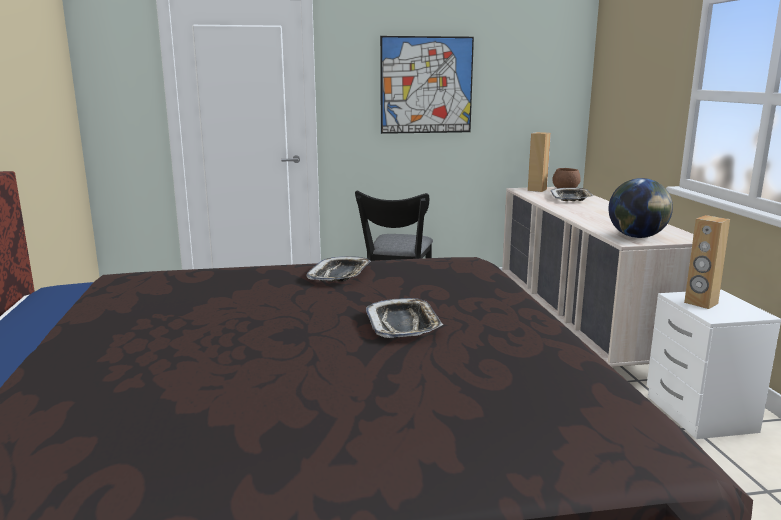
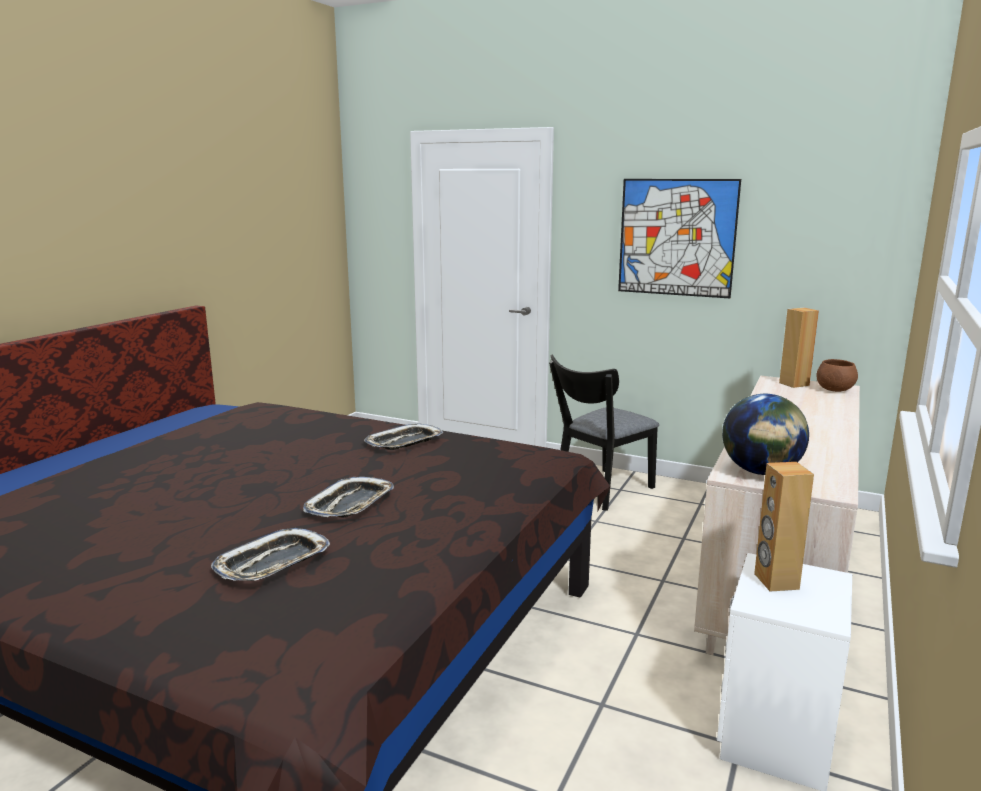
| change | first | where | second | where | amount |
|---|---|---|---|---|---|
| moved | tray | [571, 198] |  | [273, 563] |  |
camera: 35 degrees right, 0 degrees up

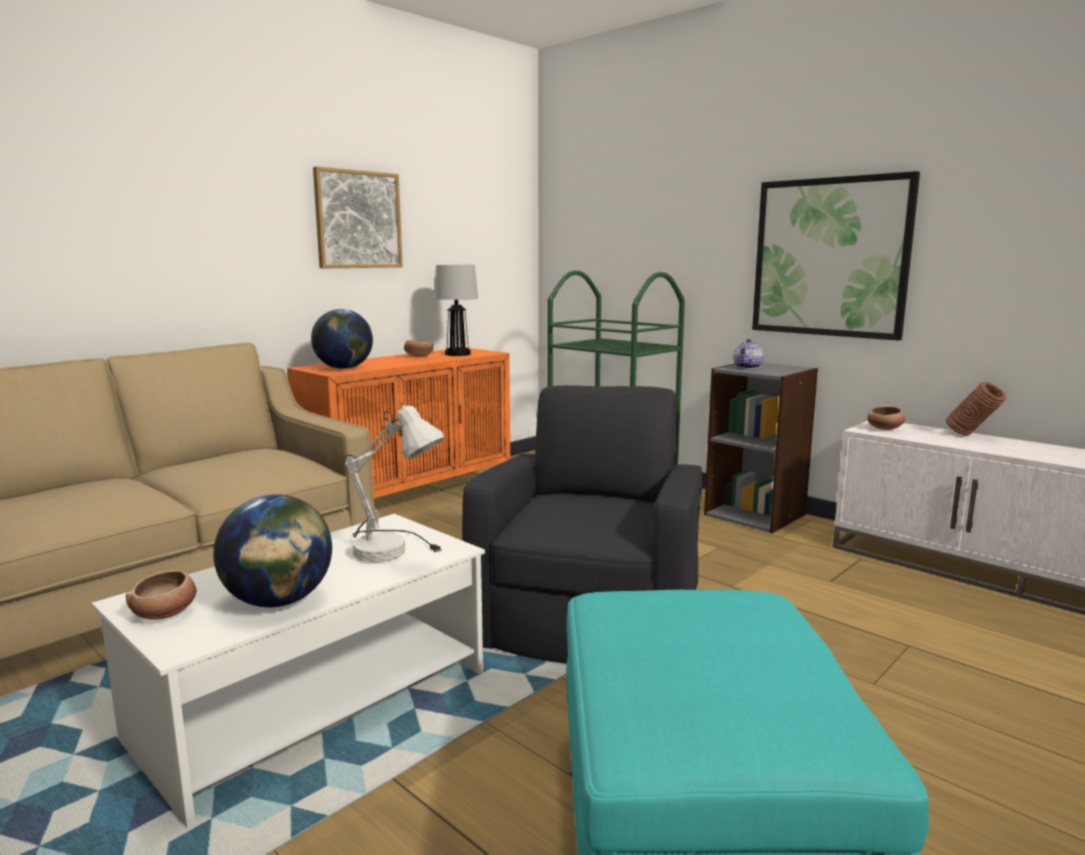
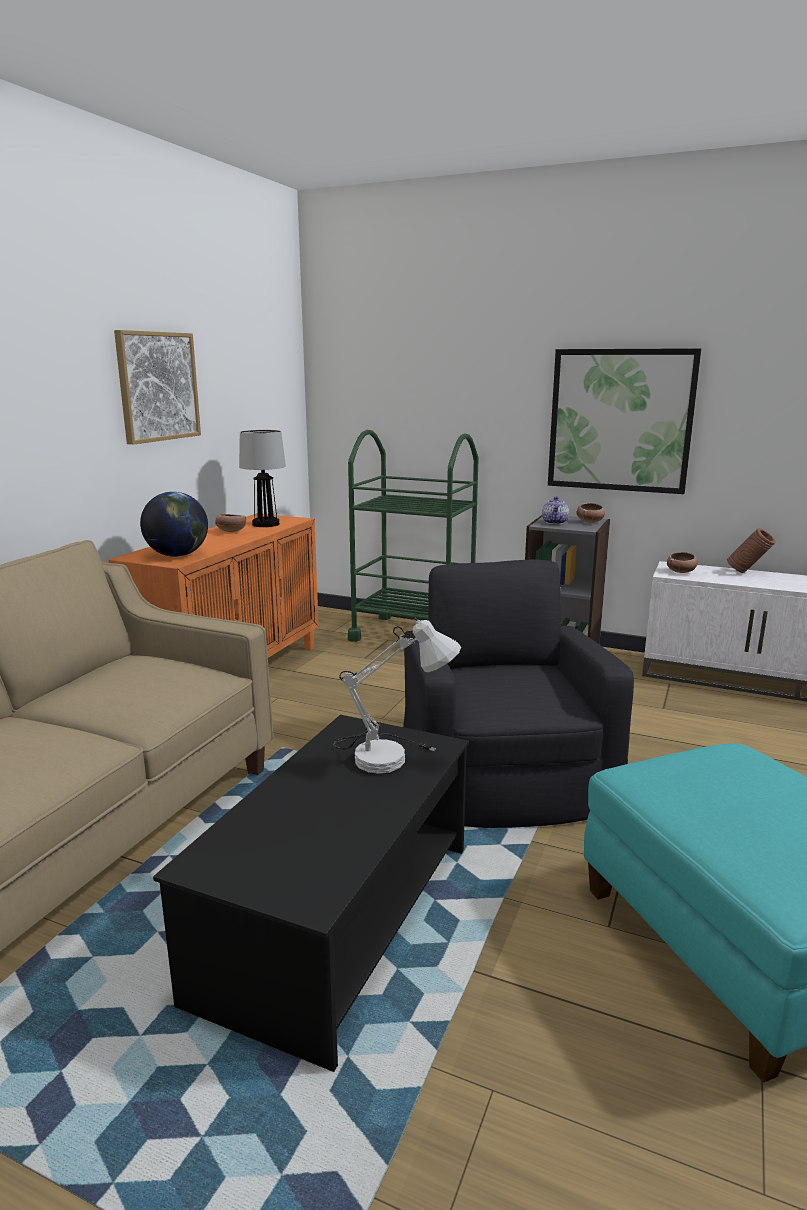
| change | first | where | second | where | amount |
|---|---|---|---|---|---|
| removed | globe | [279, 601] |  |  |  |
| recoloured | coffee table in white | [316, 704] | coffee table in black | [339, 918] |  |
| moved | bowl | [166, 613] |  | [590, 521] |  |
camera: 20 degrees left, 5 degrees up

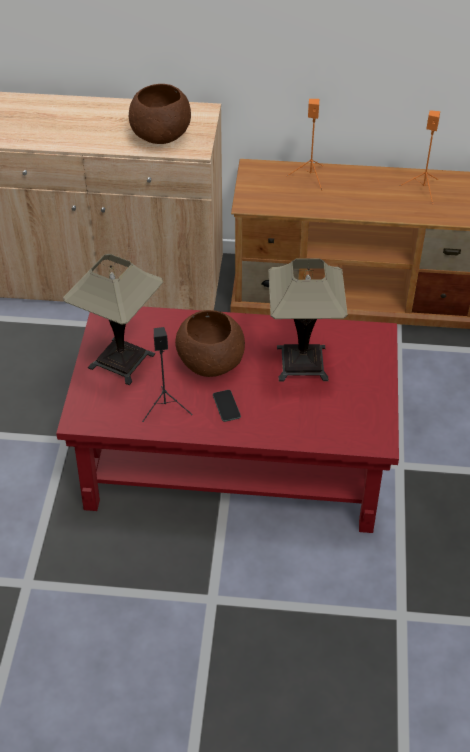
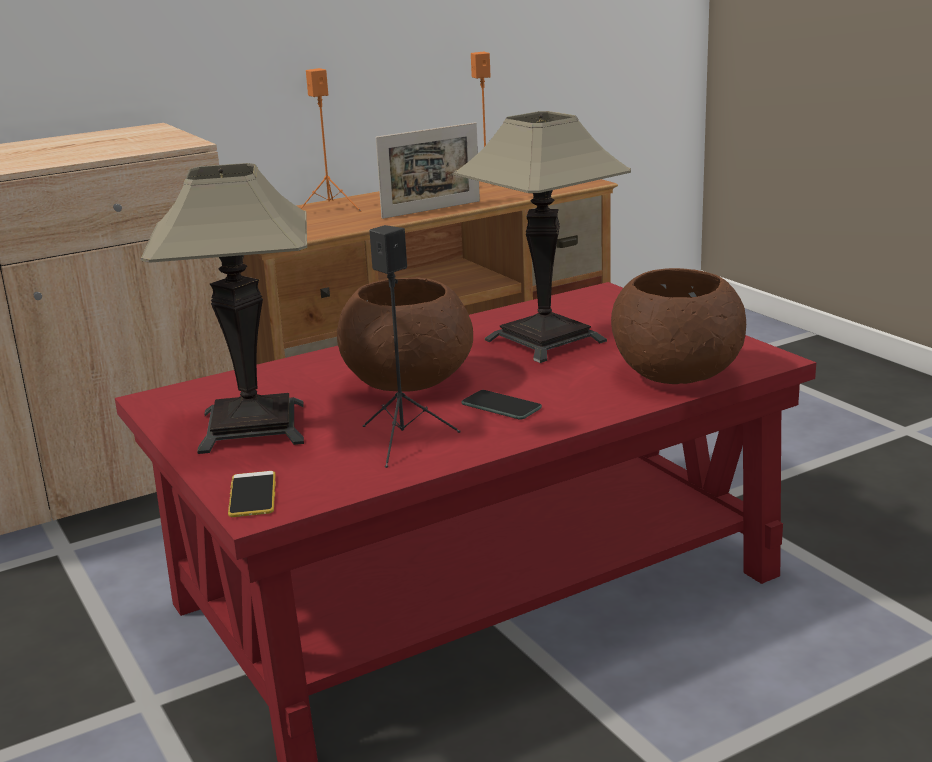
| change | first | where | second | where | amount |
|---|---|---|---|---|---|
| moved | bowl in brown | [161, 136] |  | [676, 375] |  |
| added |  |  | picture frame | [431, 209] |  |
| added |  |  | phone | [252, 495] |  |
camera: 35 degrees left, 25 degrees down

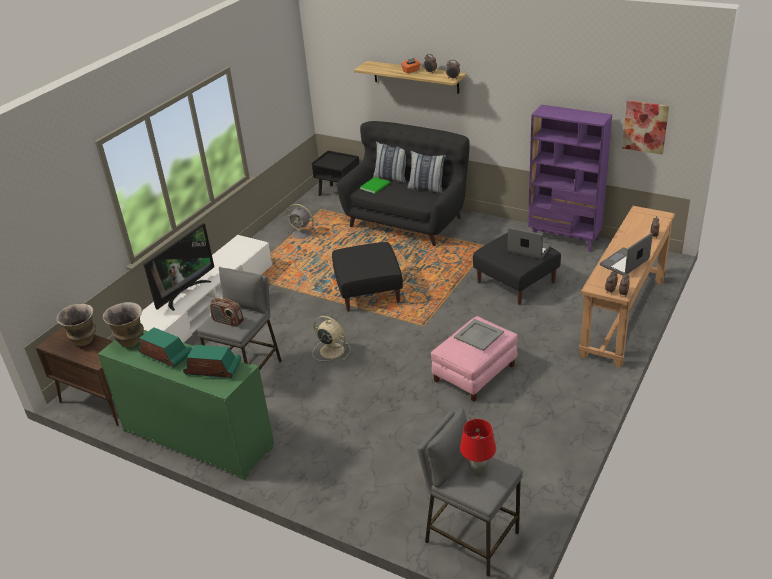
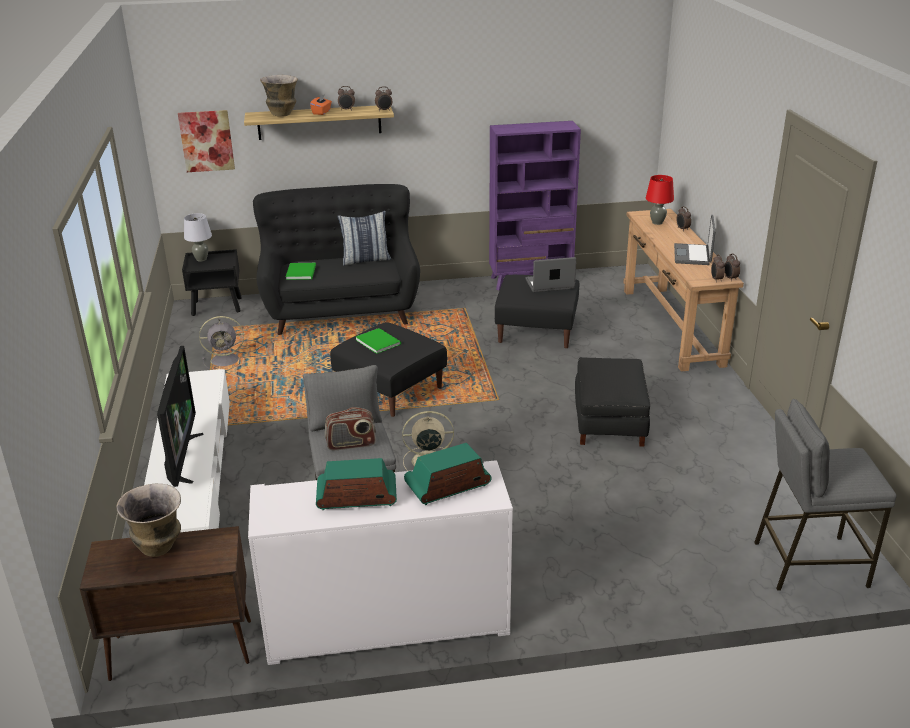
| change | first | where | second | where | amount |
|---|---|---|---|---|---|
| moved | picture | [645, 127] |  | [206, 141] |  |
| removed | pillow | [391, 178] |  |  |  |
| moved | vase | [131, 341] |  | [282, 114] |  |
| recoloured | ottoman in pink | [475, 374] | ottoman in black | [610, 422] |  |
| removed | tray in grey | [478, 335] |  |  |  |
| recoloured | cabinet in green | [197, 438] | cabinet in white | [387, 621] |  |
| moved | table lamp in red | [478, 471] |  | [657, 223] |  |
| added |  |  | table lamp in grey | [201, 259] |  |
| added |  |  | book in green | [378, 341] |  |
camera: 40 degrees left, 5 degrees down

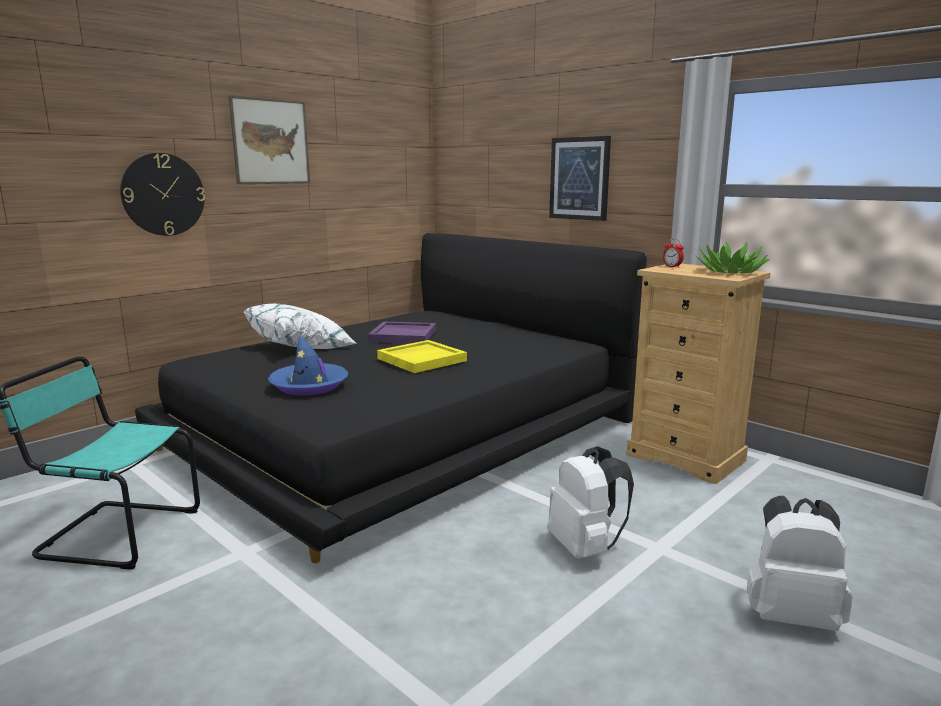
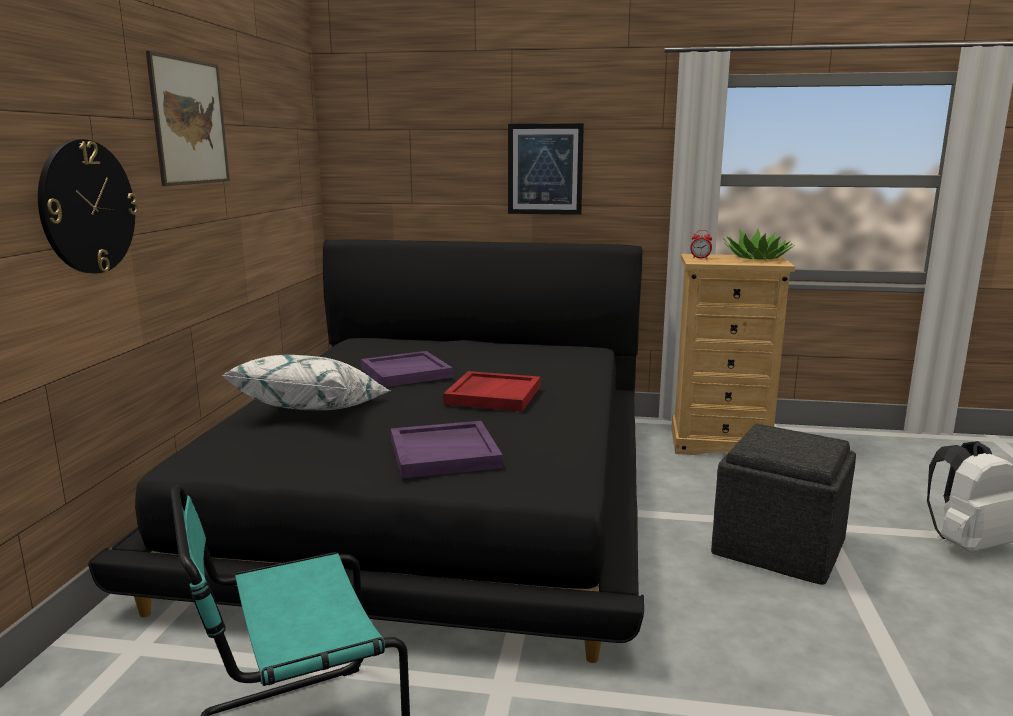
| change | first | where | second | where | amount |
|---|---|---|---|---|---|
| replaced | hat in blue | [309, 386] | tray in purple | [445, 453] |  |
| recoloured | tray in yellow | [422, 359] | tray in red | [493, 395] |  |
| replaced | backpack in white | [585, 548] | ottoman in grey | [780, 547] |  |
camera: 35 degrees left, 0 degrees up

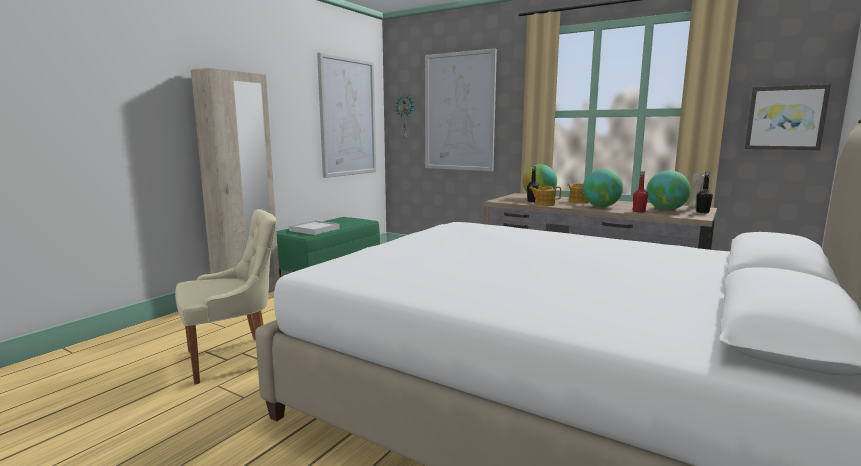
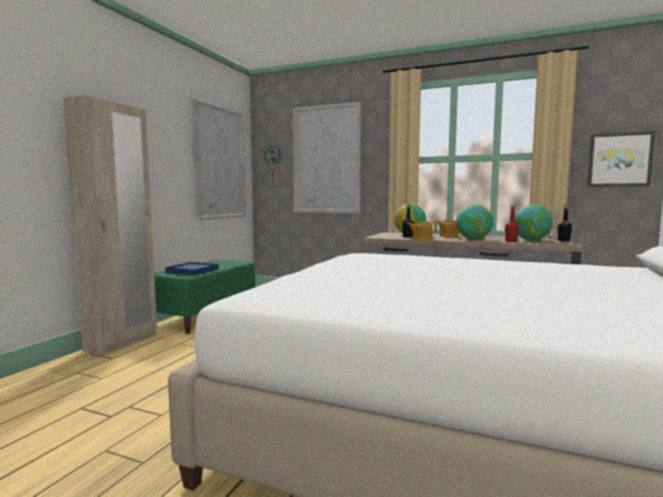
| change | first | where | second | where | amount |
|---|---|---|---|---|---|
| removed | chair in beige | [234, 357] |  |  |  |
| recoloured | tray in white | [314, 230] | tray in blue | [192, 271] |  |
camera: 10 degrees left, 5 degrees down

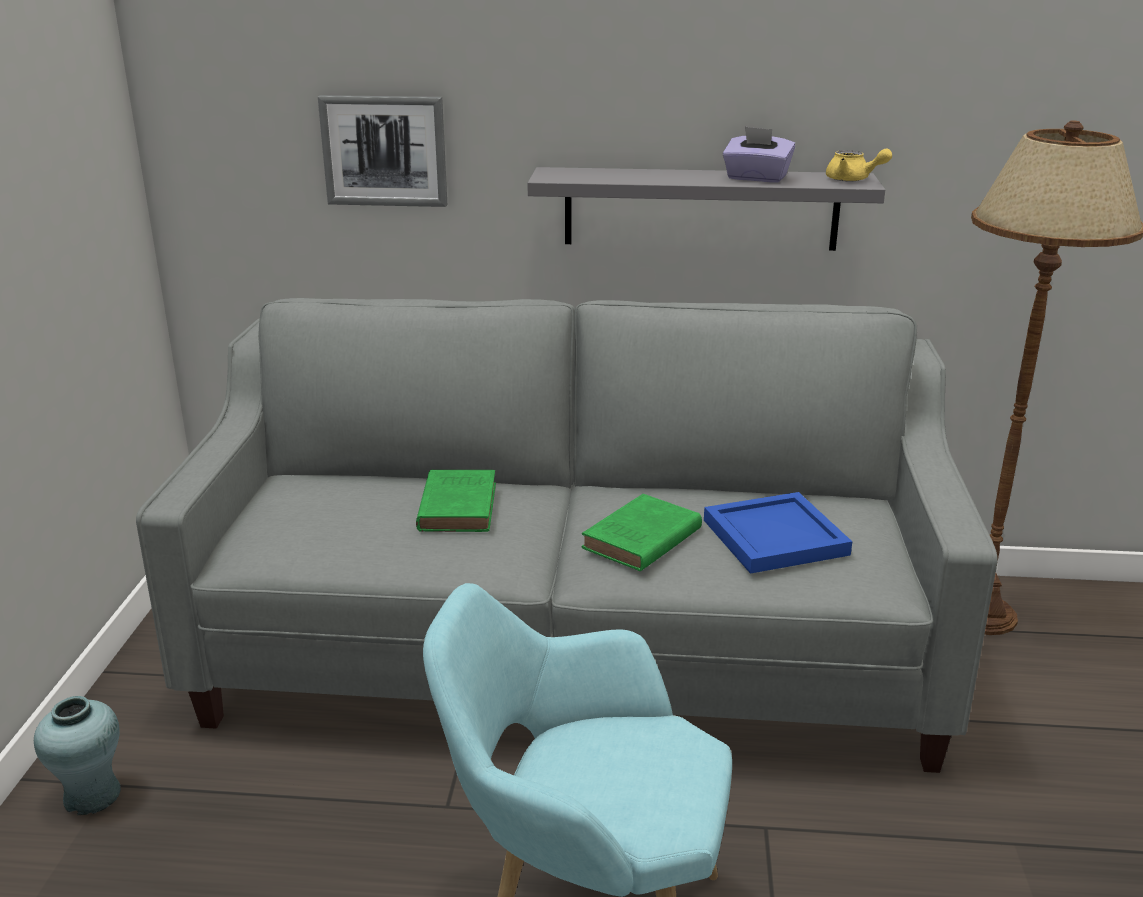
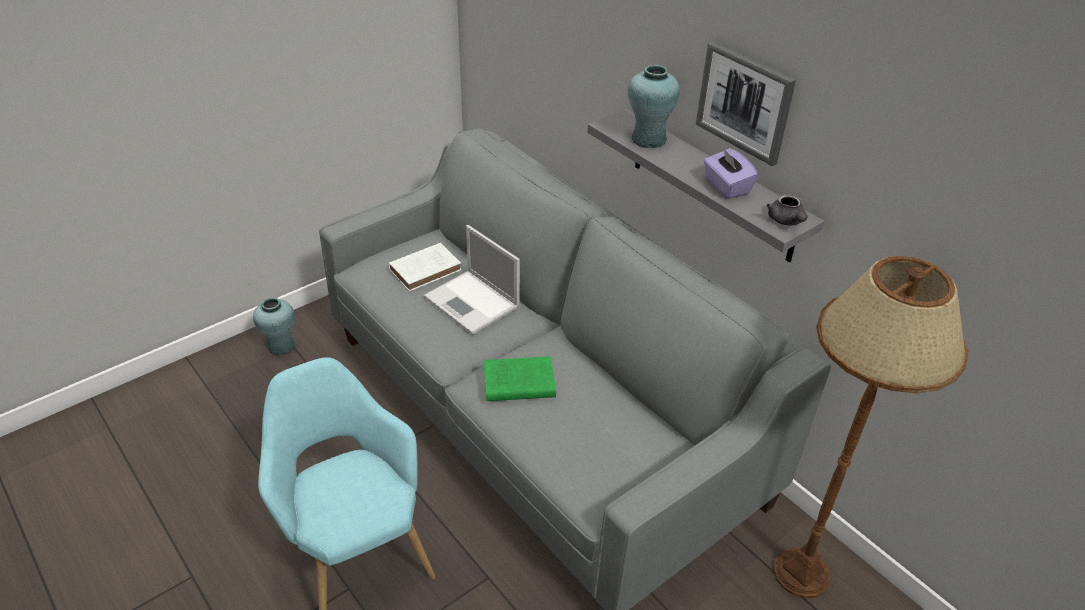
| change | first | where | second | where | amount |
|---|---|---|---|---|---|
| moved | picture | [384, 150] |  | [744, 102] |  |
| recoloured | teapot in yellow | [853, 180] | teapot in grey | [786, 221] |  |
| replaced | book in green | [458, 505] | laptop | [473, 303] |  |
| removed | tray in blue | [772, 536] |  |  |  |
| added |  |  | vase in turquoise | [648, 139] |  |
| added |  |  | book in white | [427, 269] |  |
camera: 45 degrees right, 15 degrees up

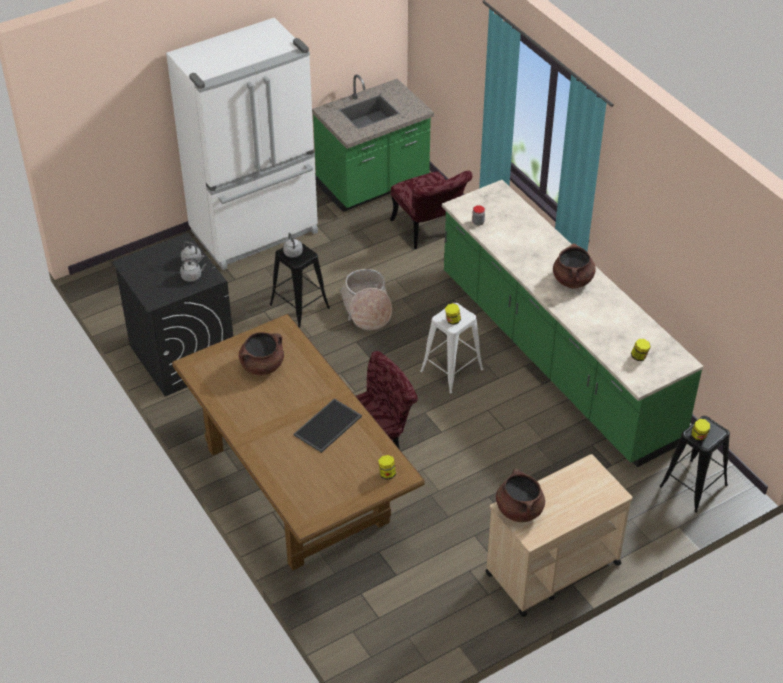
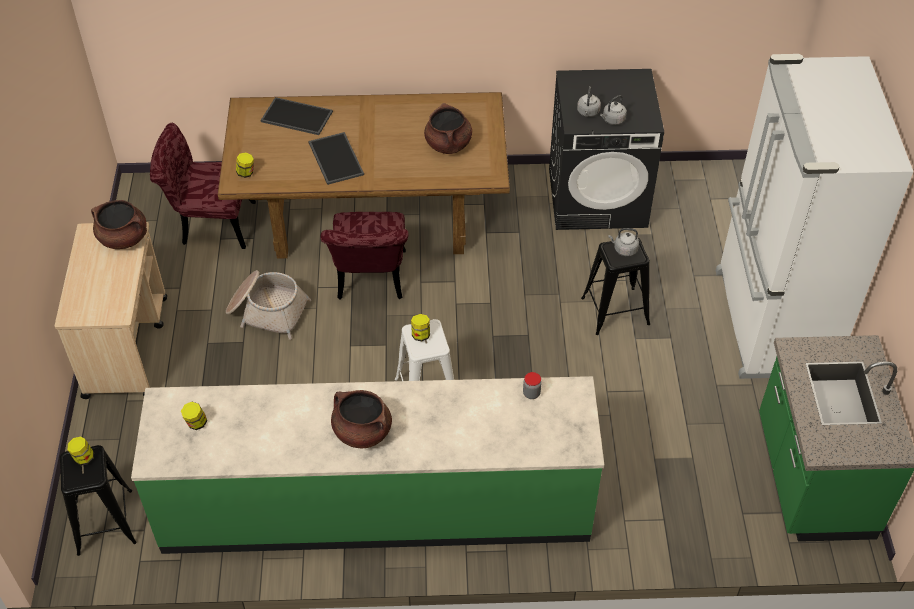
| change | first | where | second | where | amount |
|---|---|---|---|---|---|
| moved | chair in red | [428, 231] |  | [210, 223] |  |
| moved | basket | [366, 309] |  | [267, 311] |  |
| added |  |  | tray | [295, 117] |  |
camera: 120 degrees right, 5 degrees up

